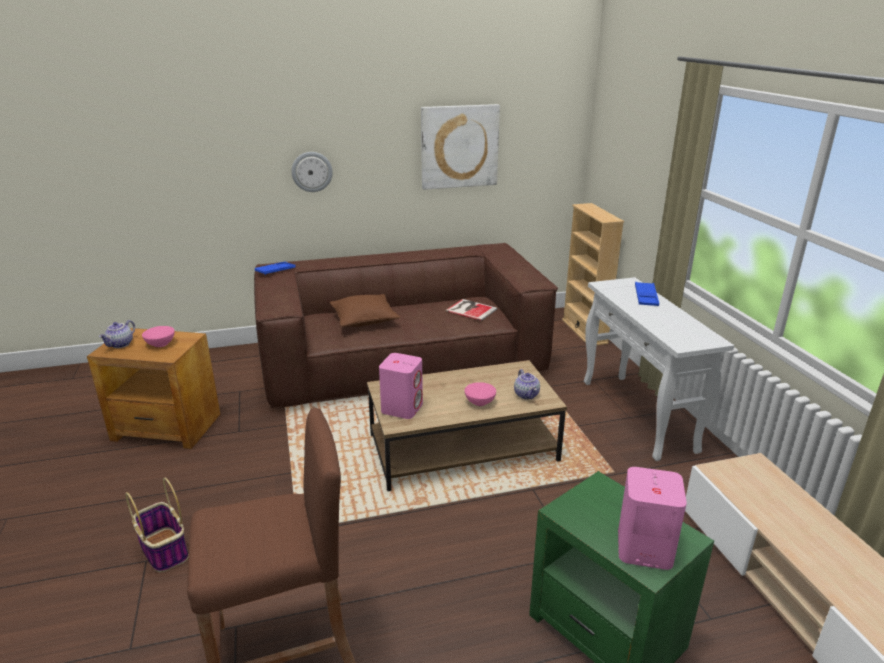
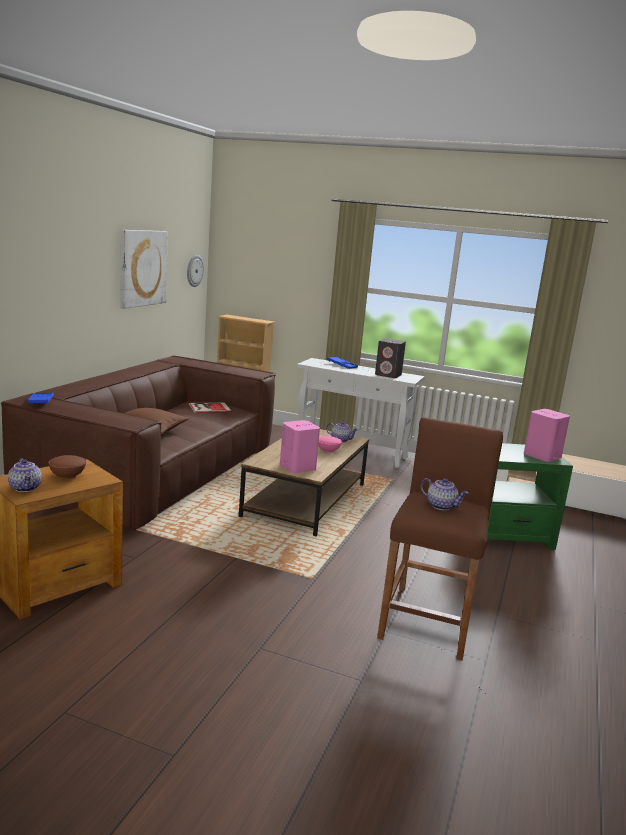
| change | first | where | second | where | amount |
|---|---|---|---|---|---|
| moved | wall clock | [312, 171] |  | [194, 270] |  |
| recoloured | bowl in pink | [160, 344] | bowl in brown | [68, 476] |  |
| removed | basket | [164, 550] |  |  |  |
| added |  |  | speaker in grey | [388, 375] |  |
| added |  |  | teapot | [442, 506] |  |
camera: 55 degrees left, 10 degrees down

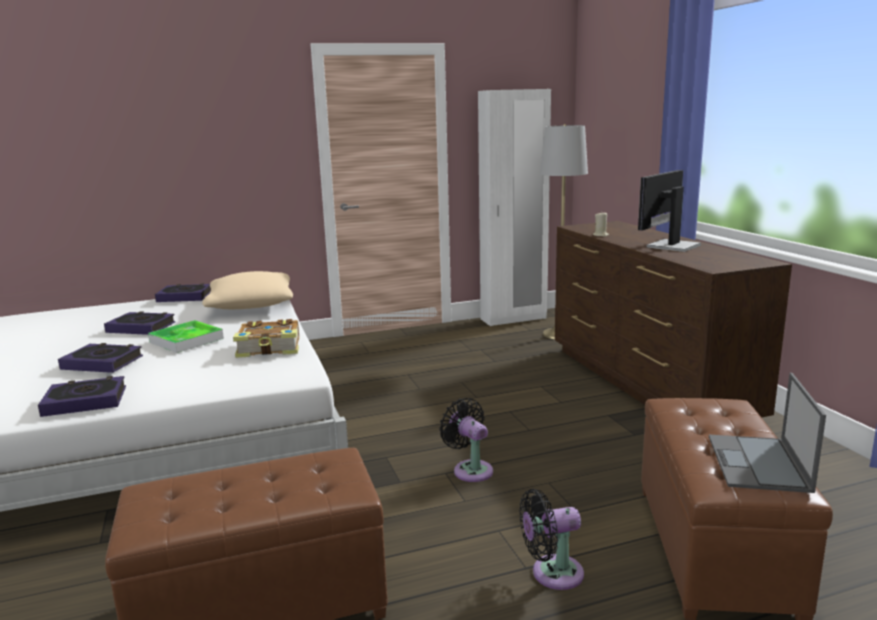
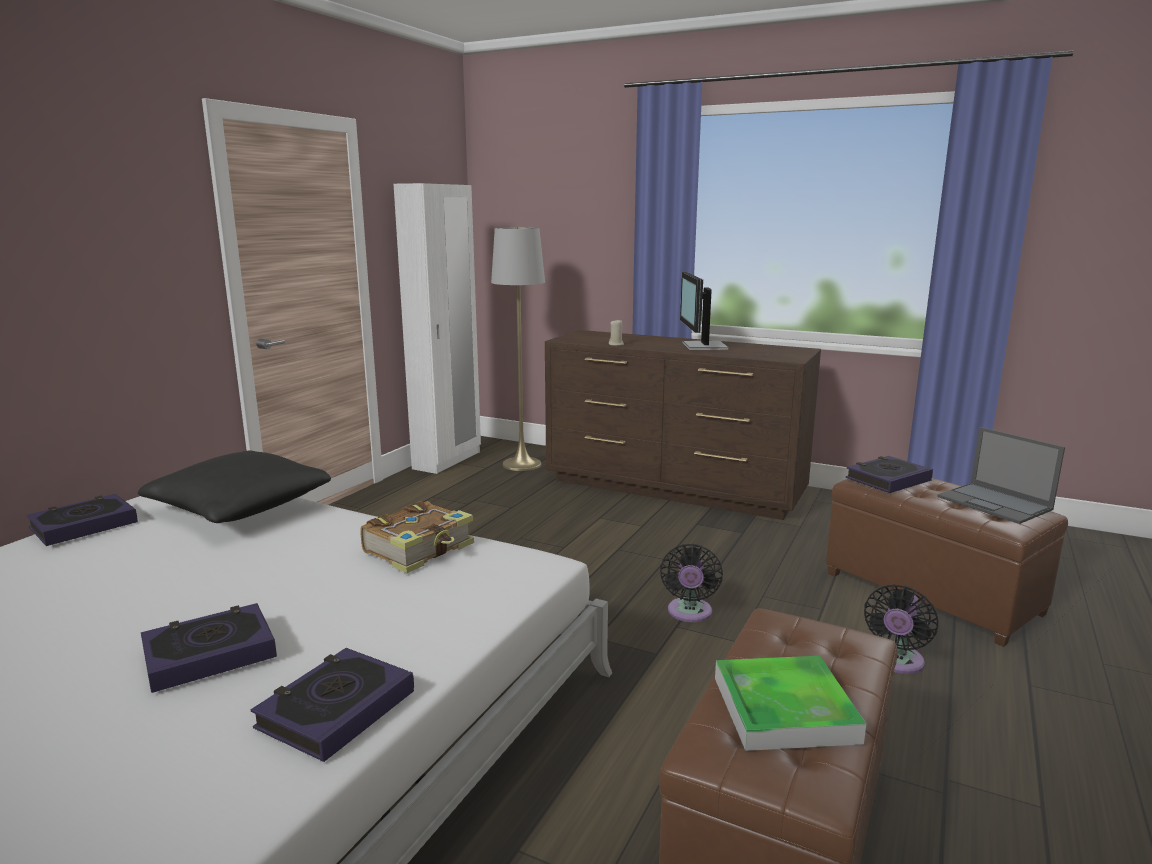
| change | first | where | second | where | amount |
|---|---|---|---|---|---|
| recoloured | pillow in beige | [251, 305] | pillow in black | [240, 508] |  |
| moved | book | [141, 328] |  | [887, 479] |  |
| moved | tray | [186, 340] |  | [784, 709] |  |
| turned | fan in black | [470, 469] |  | [689, 613] | 90 degrees counterclockwise |
camera: 45 degrees left, 0 degrees up

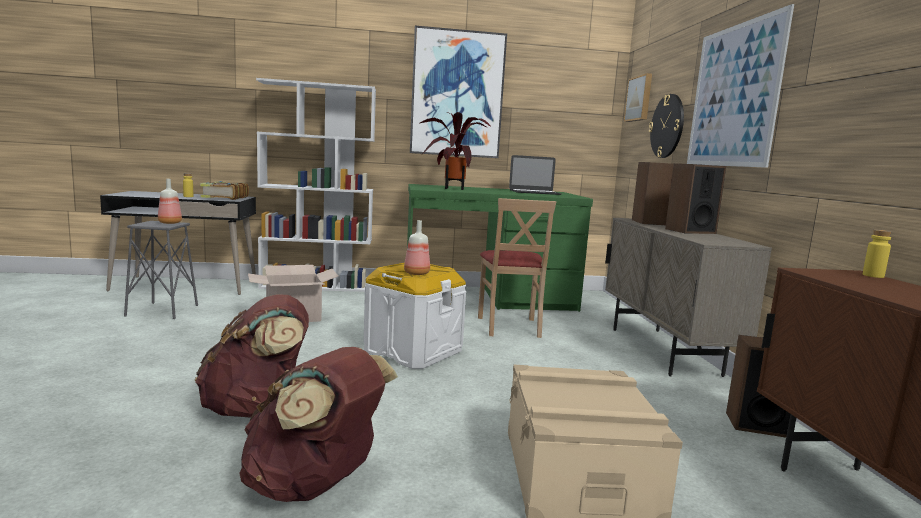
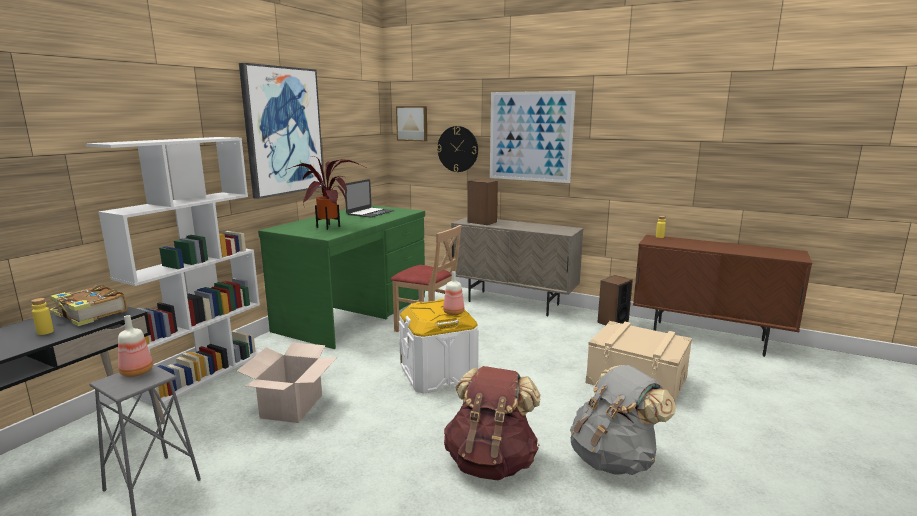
| change | first | where | second | where | amount |
|---|---|---|---|---|---|
| removed | speaker | [690, 231] |  |  |  |
| recoloured | backpack in brown | [315, 485] | backpack in grey | [614, 459] |  |
camera: 55 degrees left, 5 degrees up

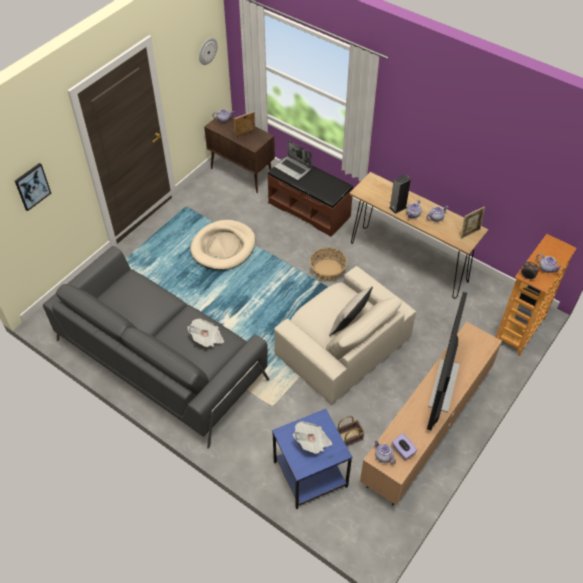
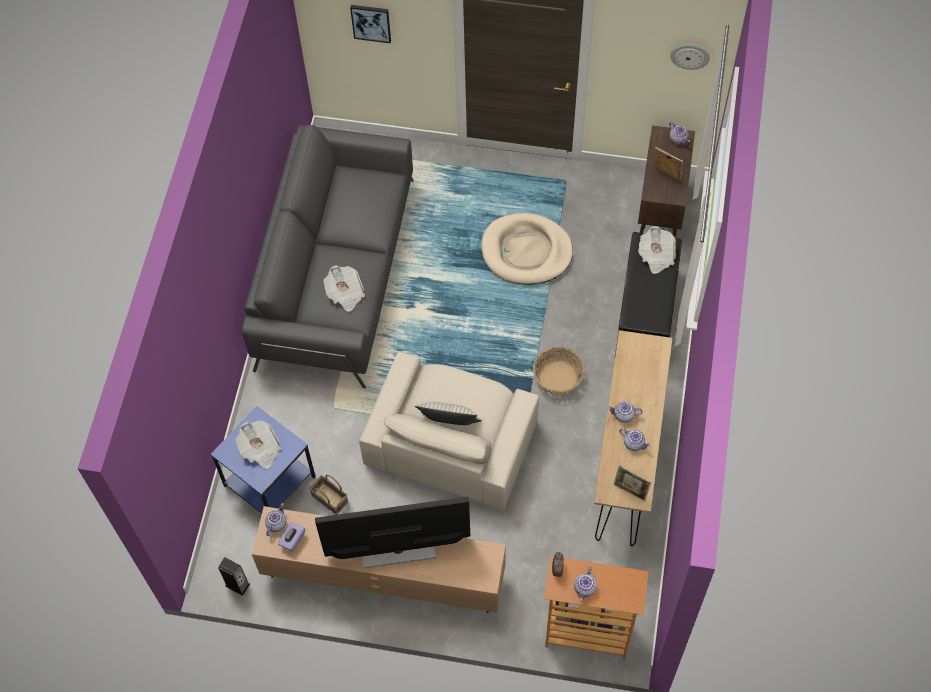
| change | first | where | second | where | amount |
|---|---|---|---|---|---|
| replaced | laptop | [293, 168] | newspaper | [656, 256] |  |
| moved | speaker | [397, 207] |  | [237, 584] |  |
camera: 65 degrees right, 10 degrees up

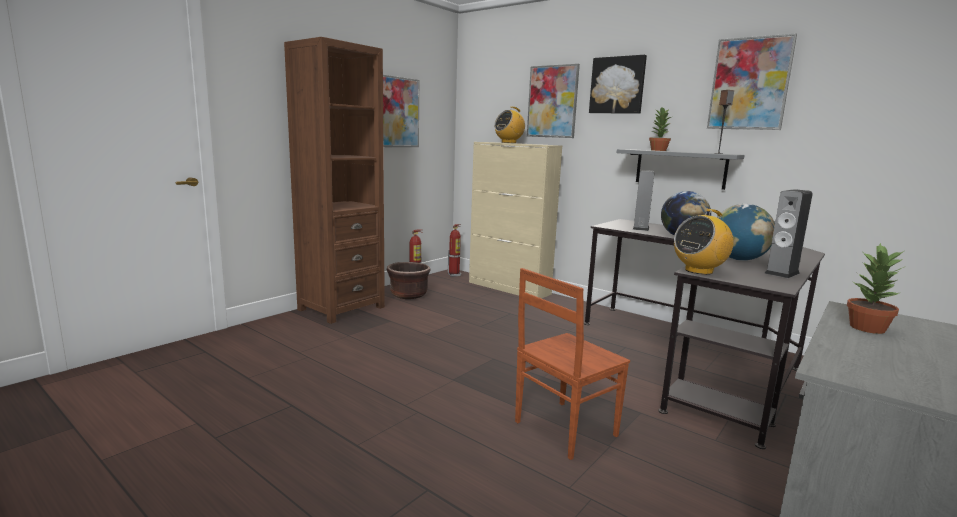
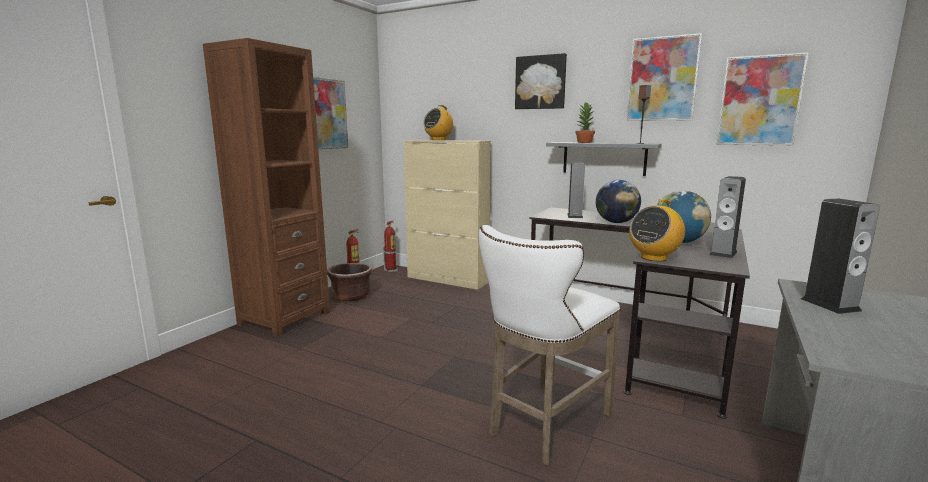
| change | first | where | second | where | amount |
|---|---|---|---|---|---|
| moved | picture | [552, 101] |  | [759, 101] |  |
| replaced | potted plant | [868, 328] | speaker | [830, 305] |  |
| replaced | chair in brown | [563, 428] | stool in white | [544, 424] |  |
camera: 10 degrees left, 0 degrees up

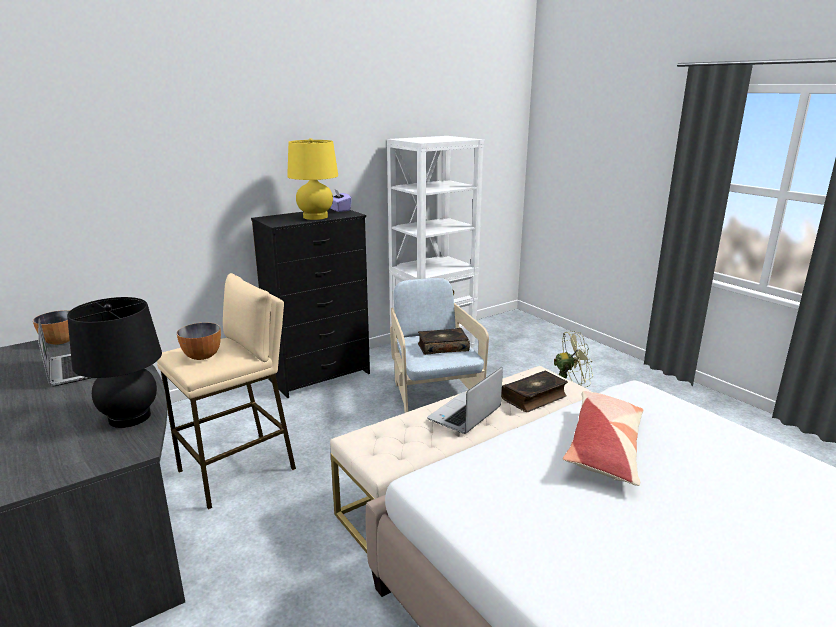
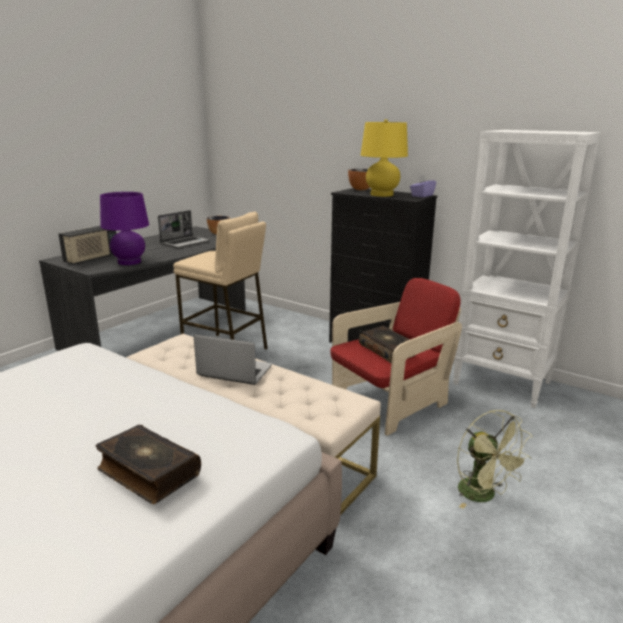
| change | first | where | second | where | amount |
|---|---|---|---|---|---|
| recoloured | armchair in beige | [433, 396] | armchair in red | [391, 403] |  |
| recoloured | table lamp in black | [129, 417] | table lamp in purple | [129, 262] |  |
| moved | bowl | [202, 356] |  | [360, 189] |  |
| moved | book | [534, 398] |  | [147, 472] |  |
| removed | pillow | [605, 447] |  |  |  |
| added |  |  | radio | [92, 259] |  |
camera: 70 degrees right, 0 degrees up

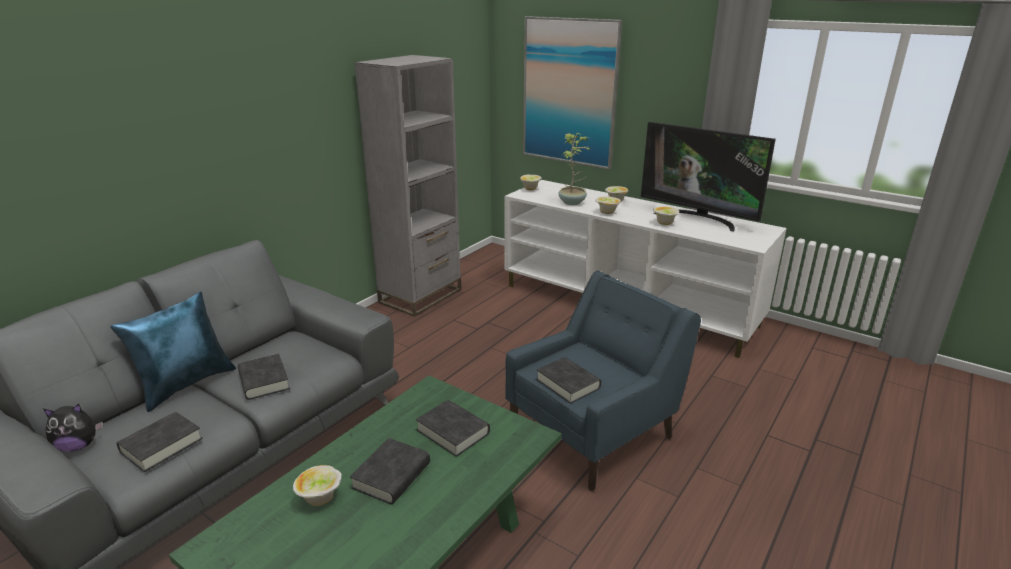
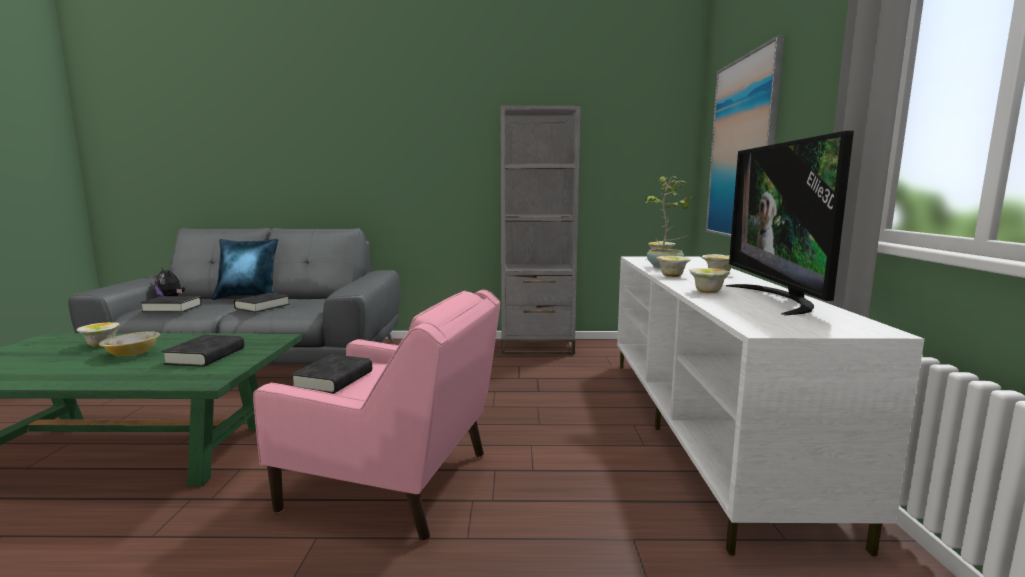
| change | first | where | second | where | amount |
|---|---|---|---|---|---|
| recoloured | armchair in blue | [594, 432] | armchair in pink | [393, 483] |  |
| replaced | book in black | [391, 476] | bowl | [132, 354] |  |
camera: 55 degrees right, 15 degrees down

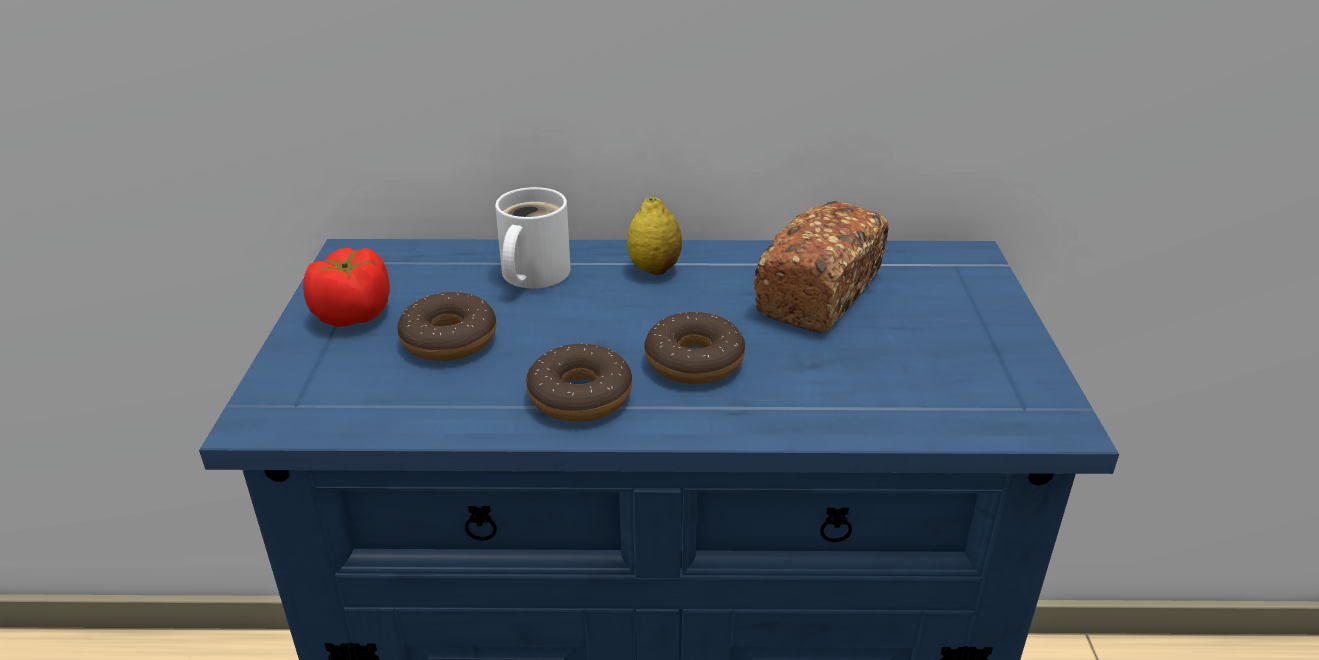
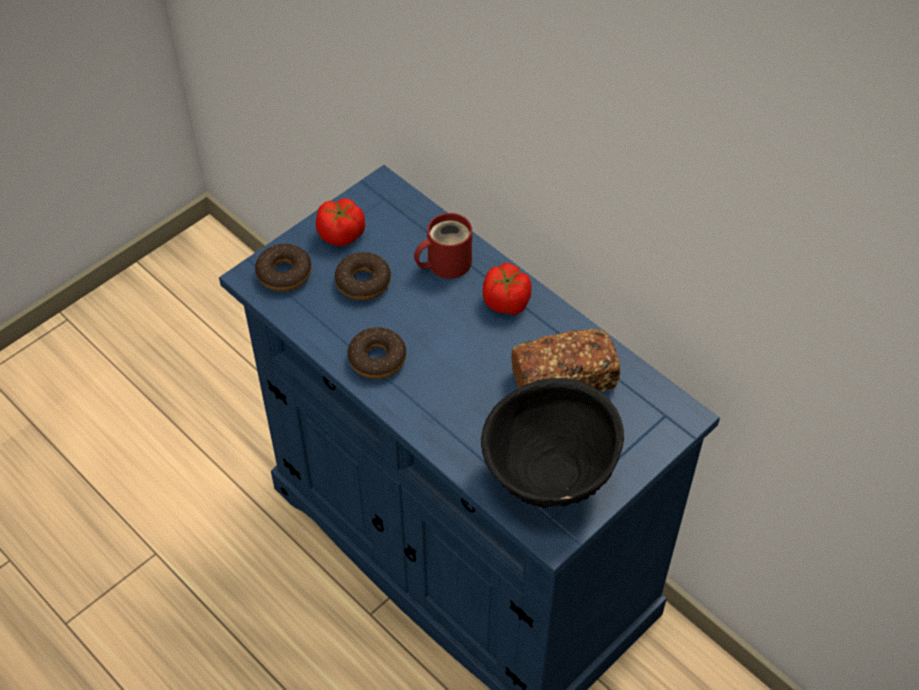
| change | first | where | second | where | amount |
|---|---|---|---|---|---|
| recoloured | mug in white | [530, 275] | mug in red | [444, 262] |  |
| replaced | lemon | [654, 269] | tomato | [506, 302] |  |
| moved | donut | [694, 361] |  | [284, 273] |  |
| added |  |  | bowl in black | [548, 478] |  |
camera: 45 degrees right, 20 degrees up

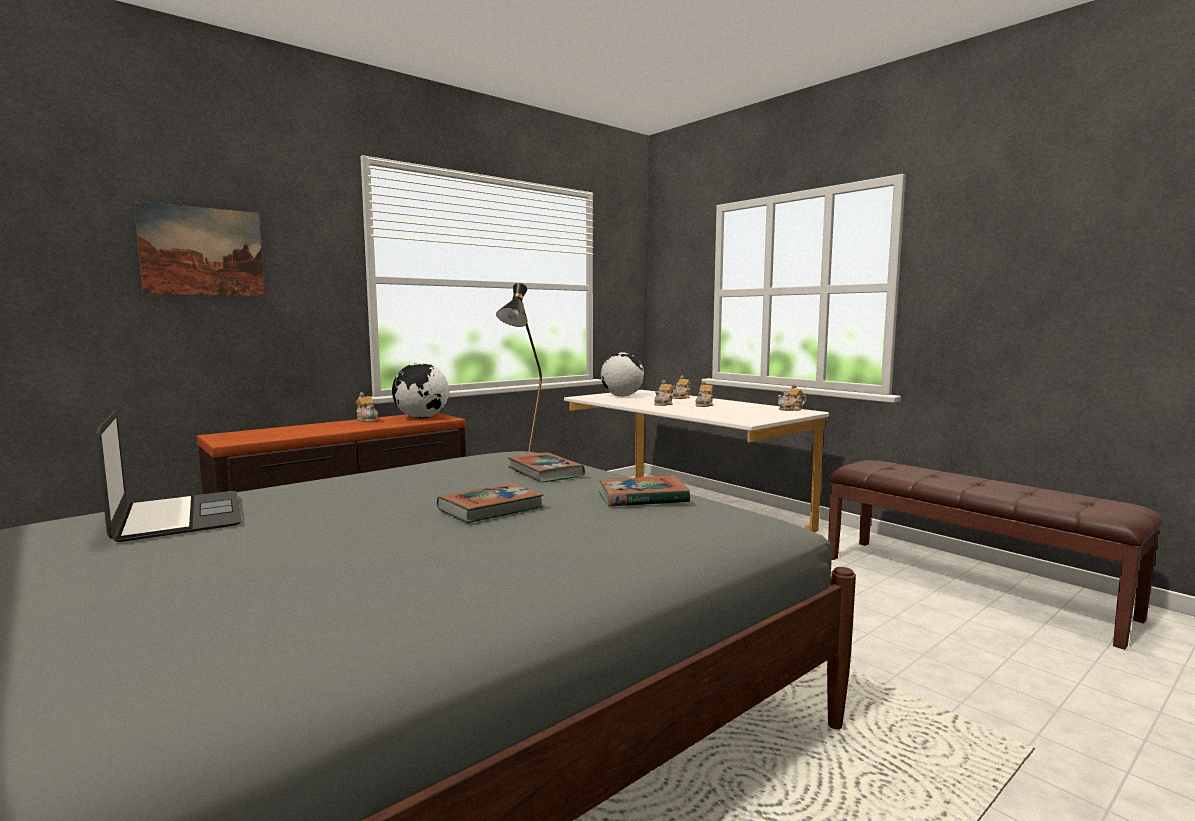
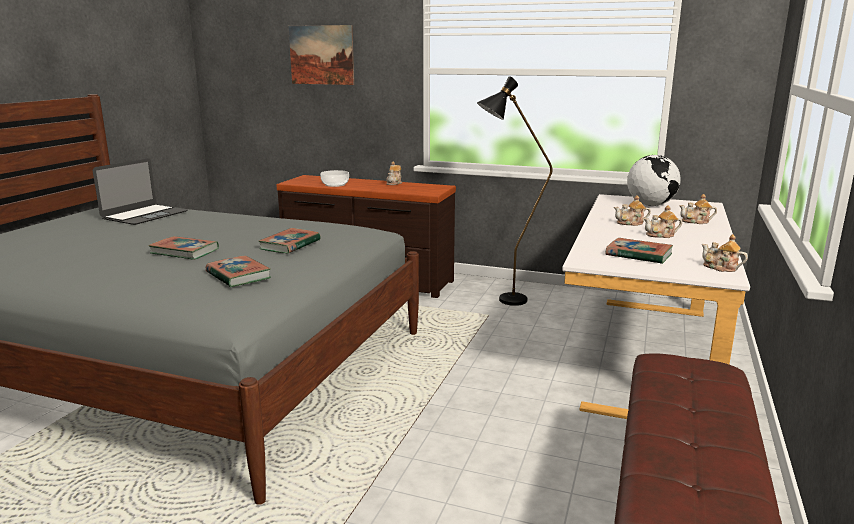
| change | first | where | second | where | amount |
|---|---|---|---|---|---|
| removed | globe | [421, 418] |  |  |  |
| added |  |  | bowl | [335, 184] |  |
| added |  |  | book | [638, 255] |  |
camera: 60 degrees right, 10 degrees up

